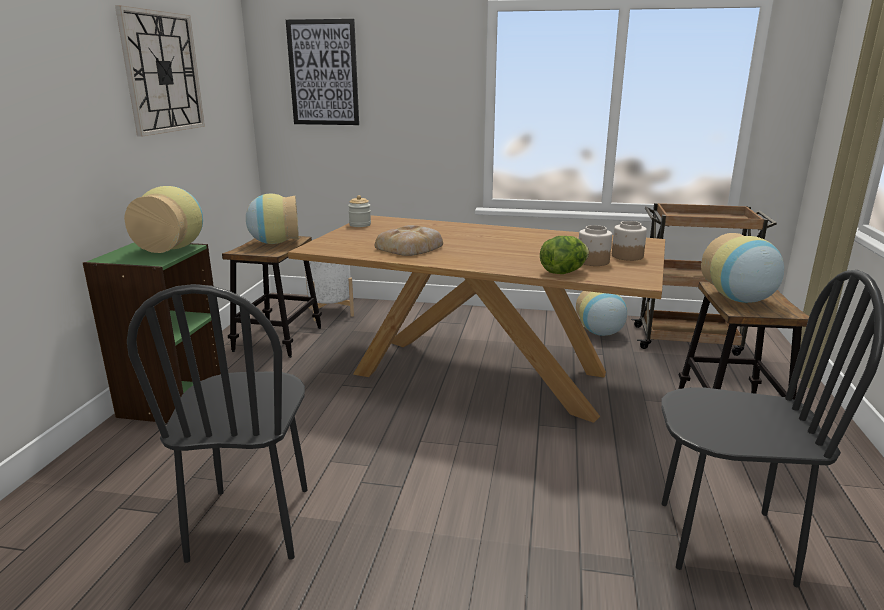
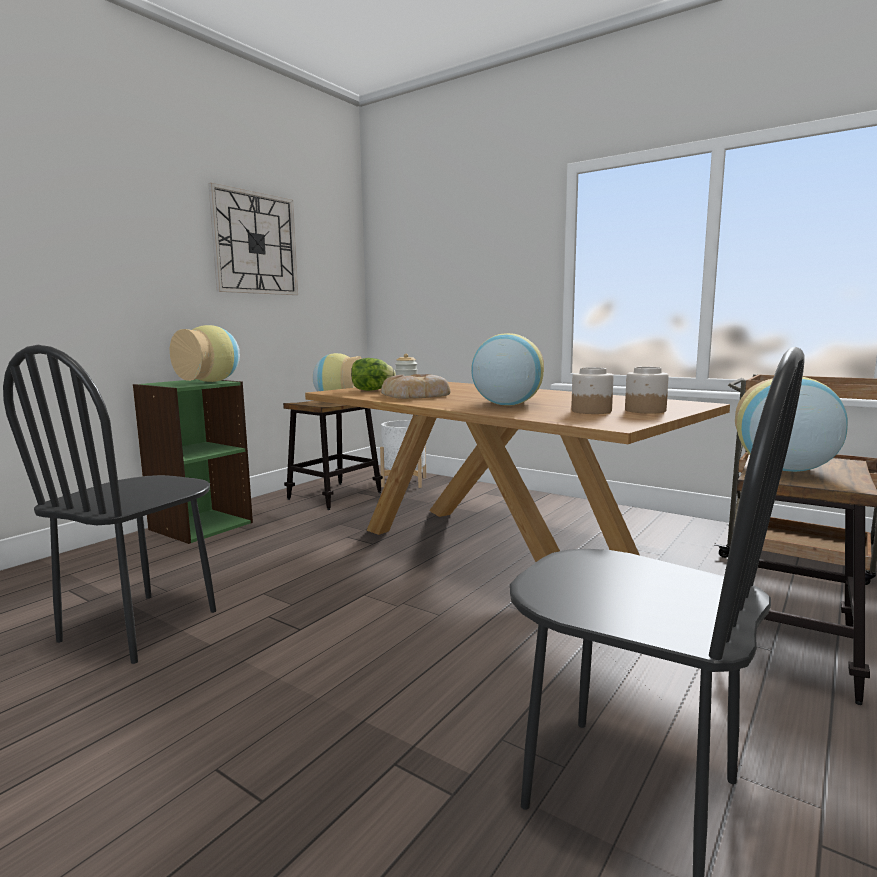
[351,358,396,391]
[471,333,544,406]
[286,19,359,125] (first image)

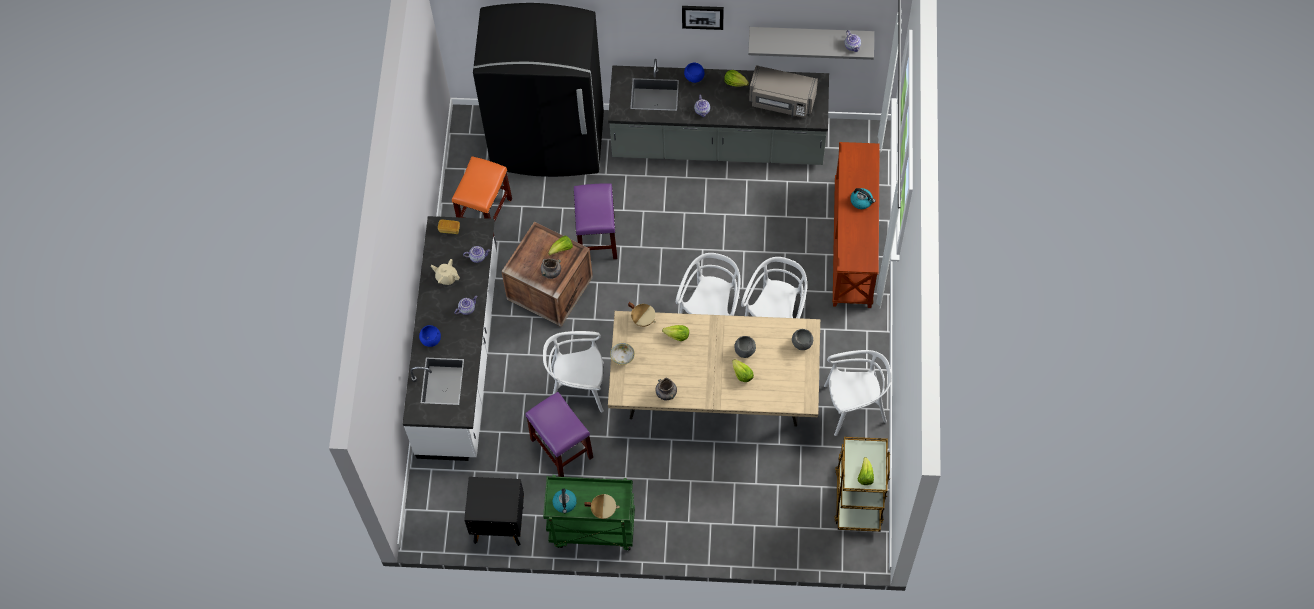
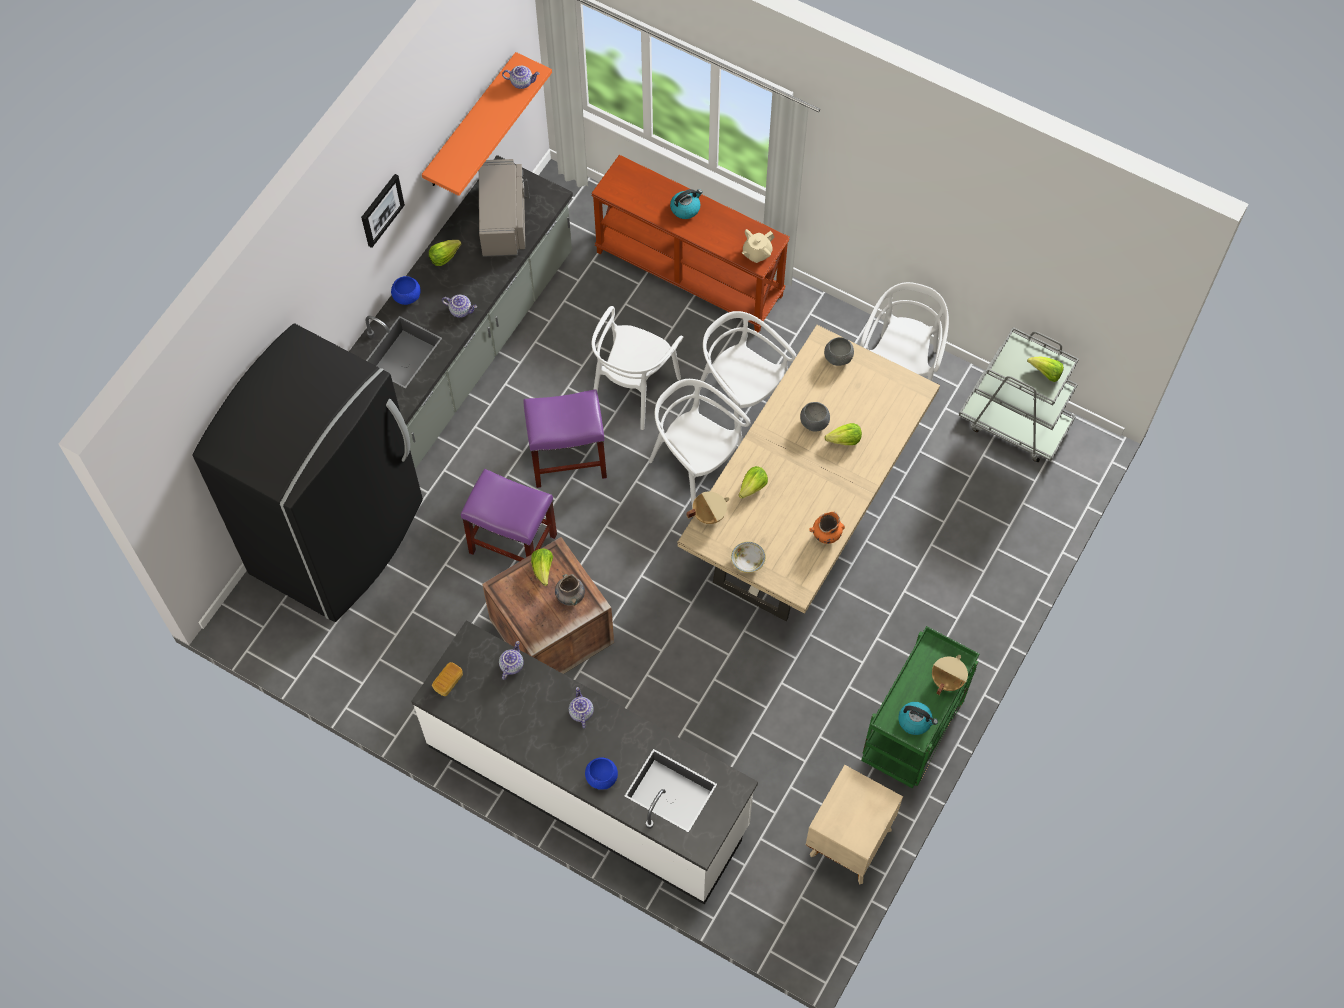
[422,52,552,196]
[479,159,530,257]
[523,389,607,488]
[592,306,683,430]
[742,229,775,263]
[805,765,903,884]
[809,512,845,544]
[959,327,1079,462]
[452,156,512,238] (first image)

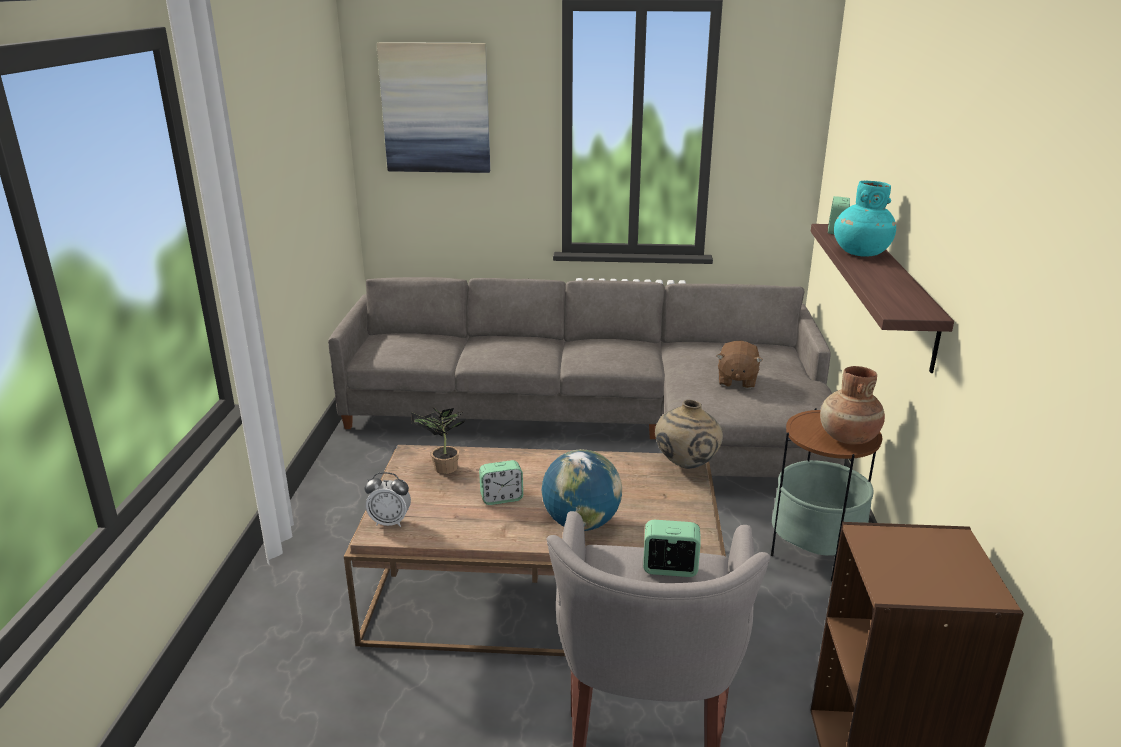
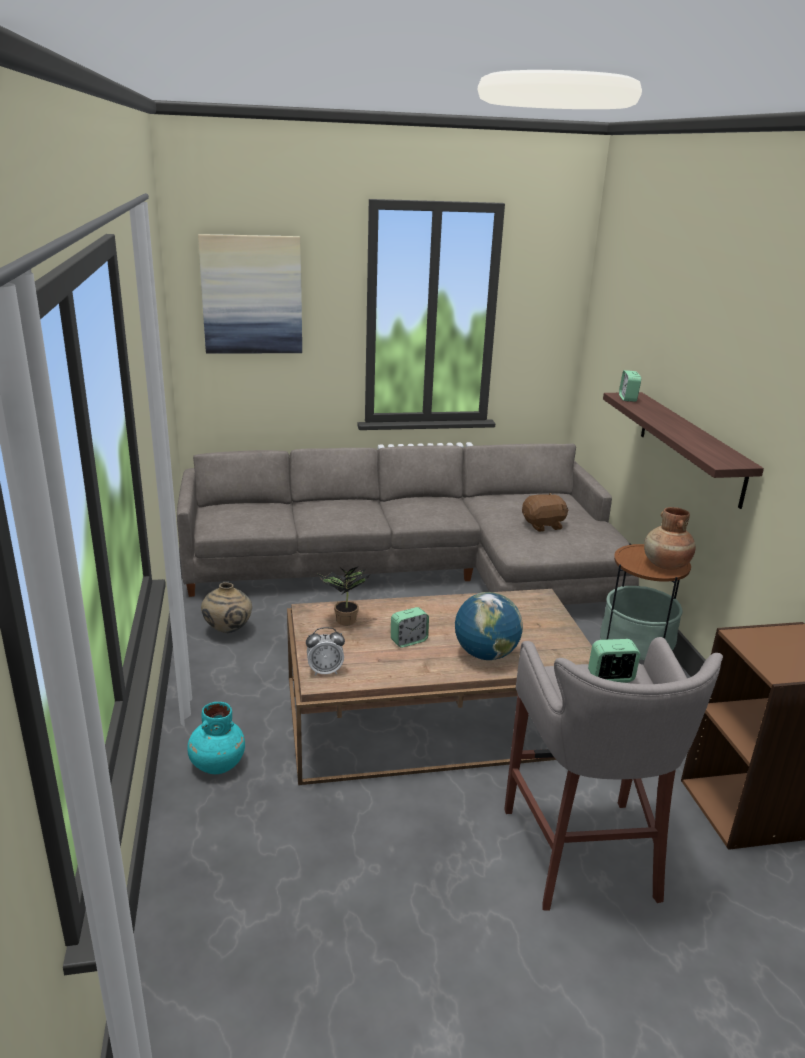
[187,702,245,774]
[201,582,252,633]
[522,493,568,532]

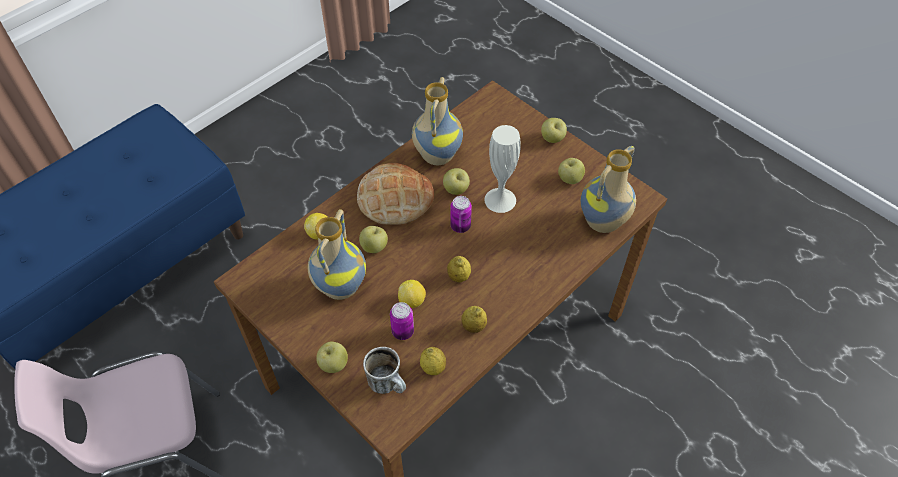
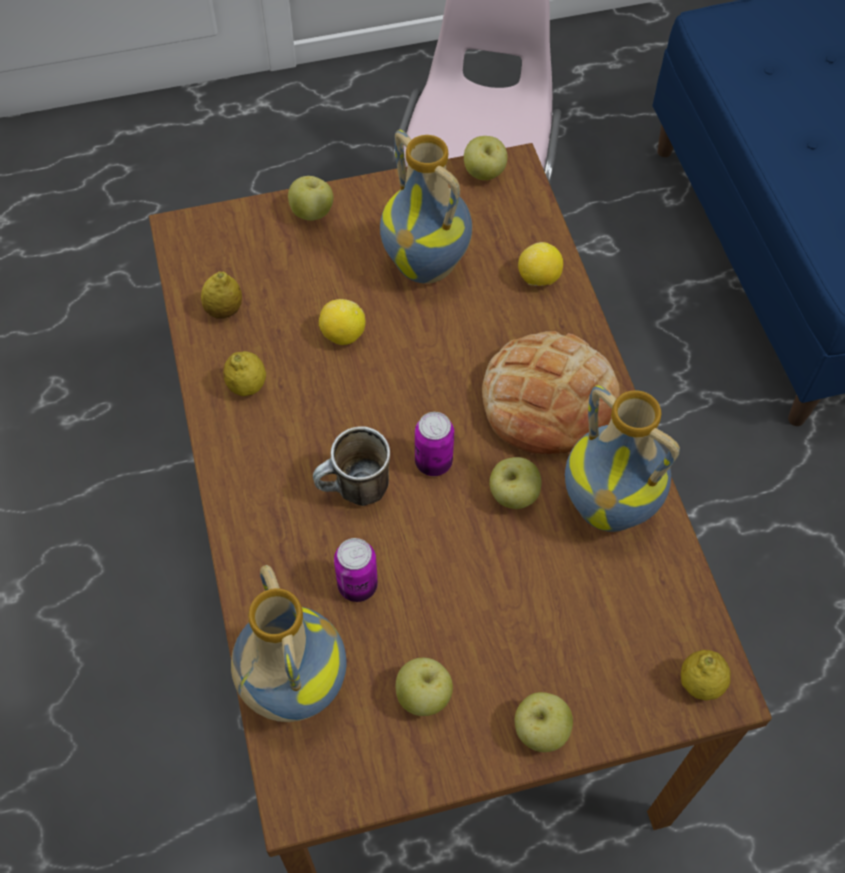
[313,426,390,506]
[334,538,378,602]
[464,136,508,180]
[681,650,731,700]
[484,125,521,213] (first image)

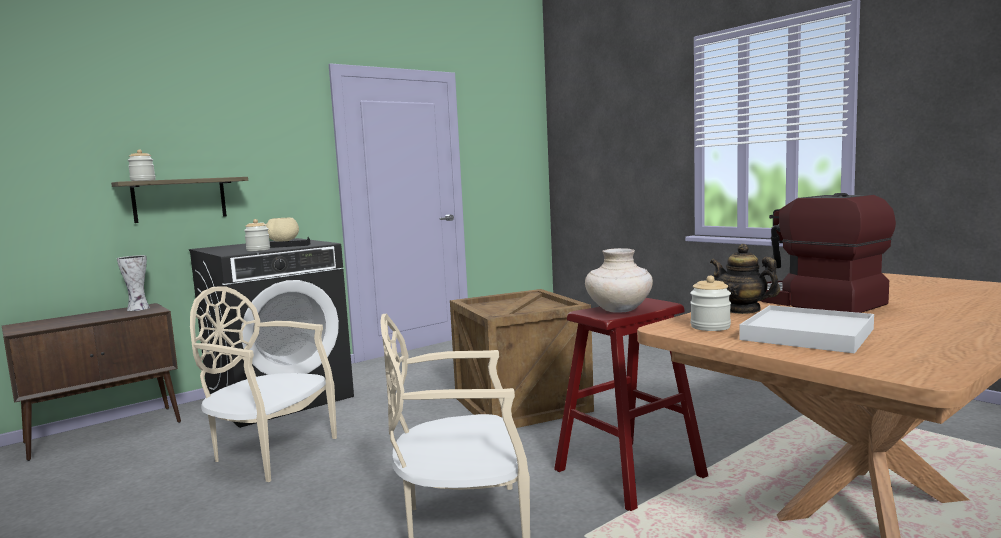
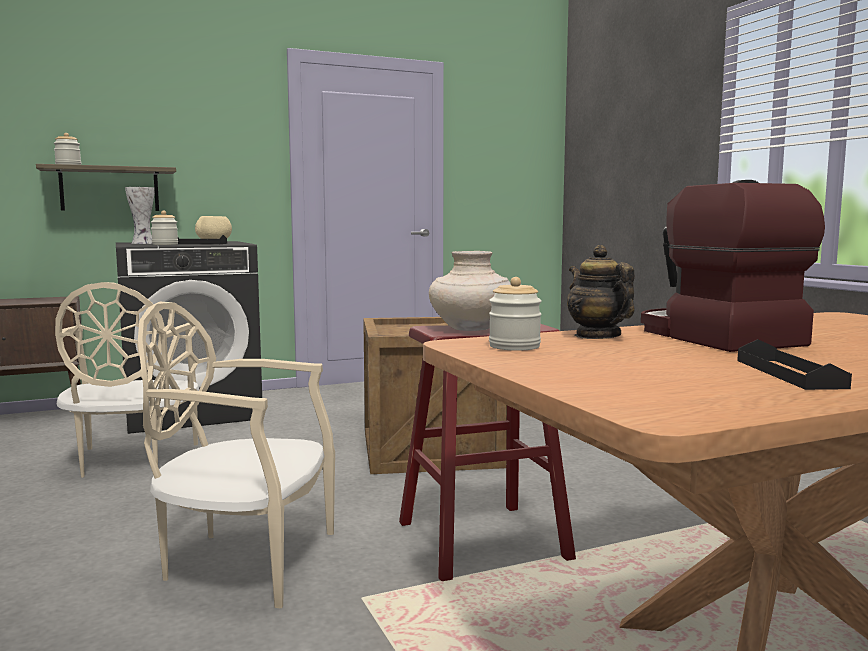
[55,282,199,478]
[125,187,155,244]
[737,339,852,390]
[739,305,874,354] (first image)

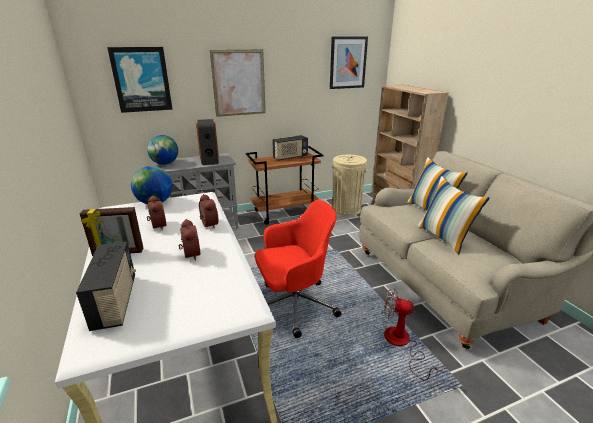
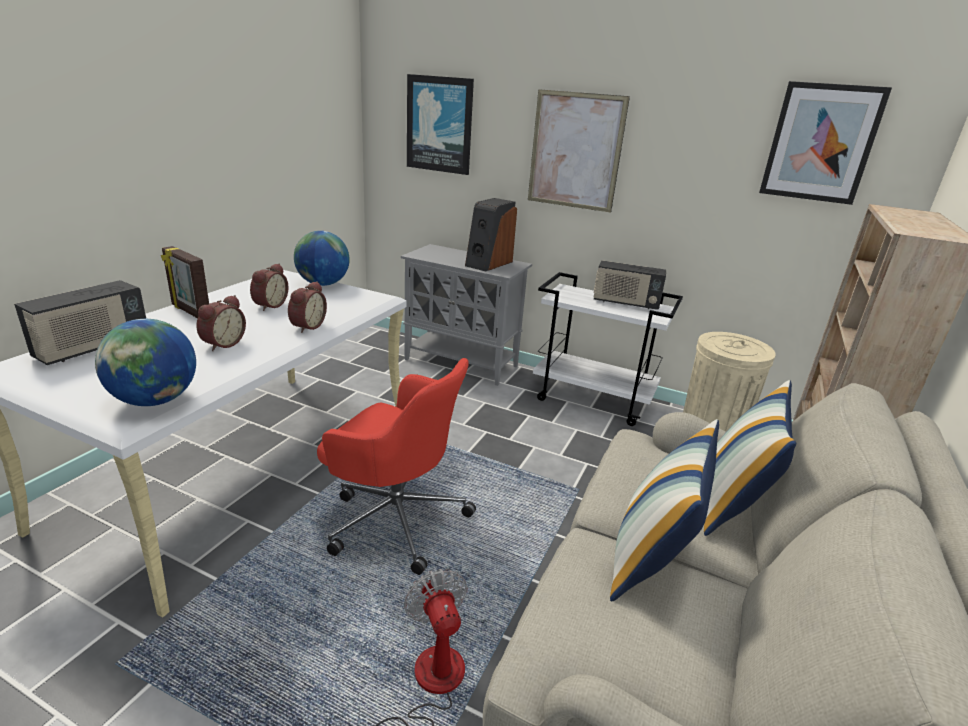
[95,319,196,406]
[533,272,683,426]

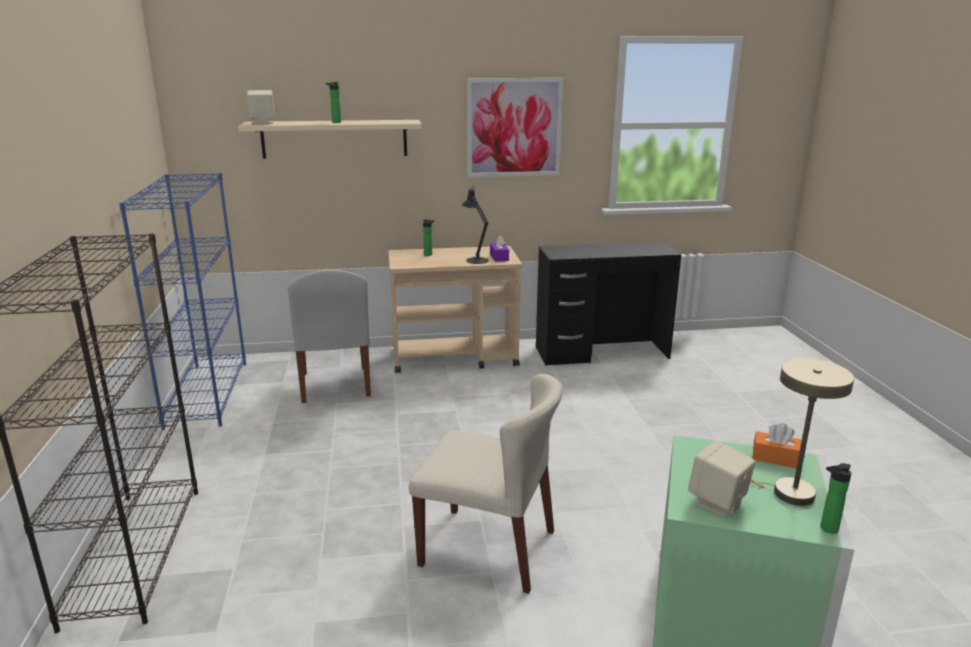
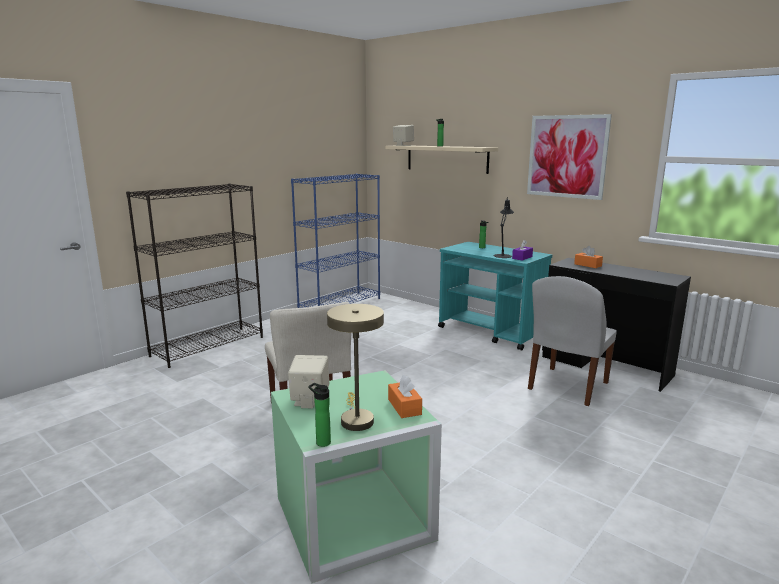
[438,242,552,351]
[528,276,617,406]
[574,246,603,268]

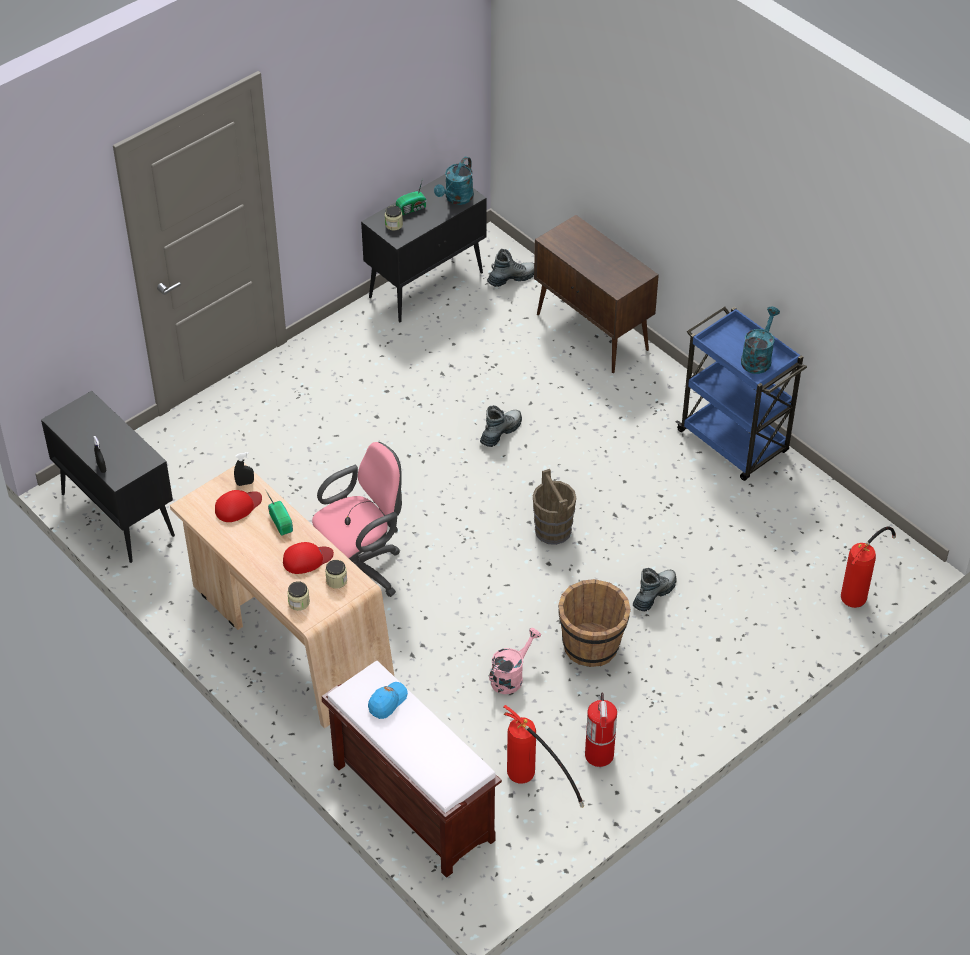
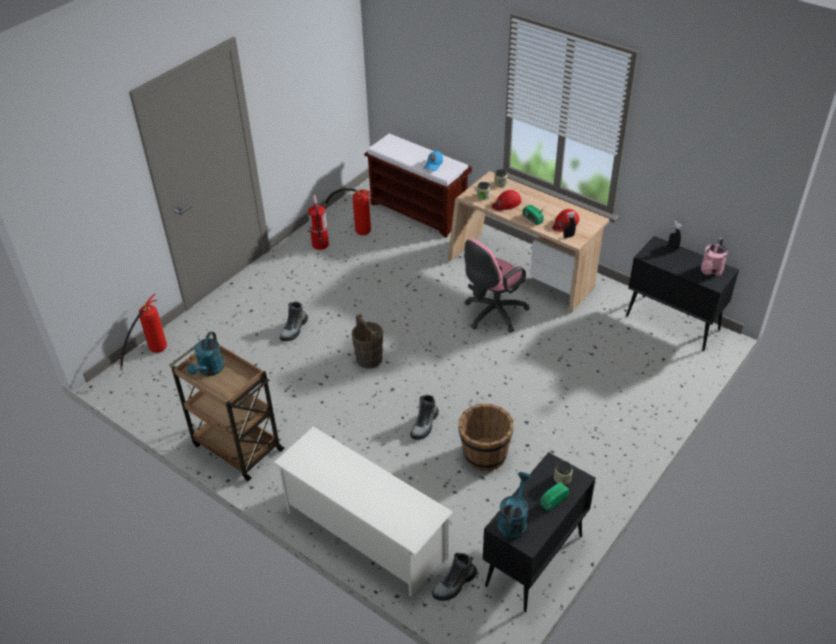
[170,345,285,482]
[273,426,453,597]
[458,404,513,471]
[701,238,728,277]

